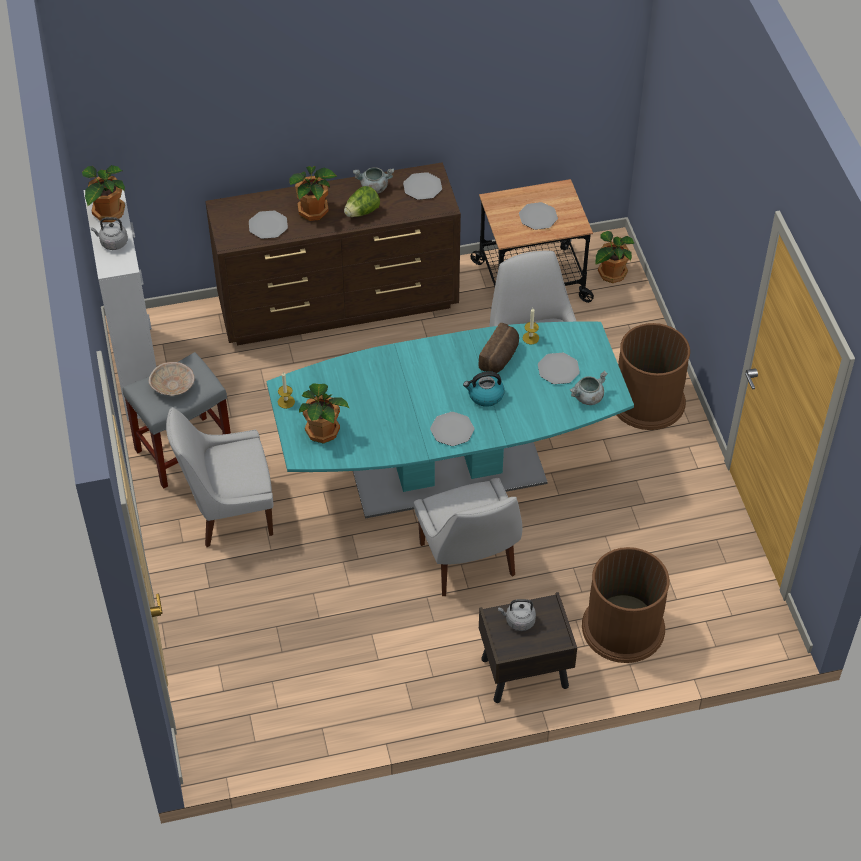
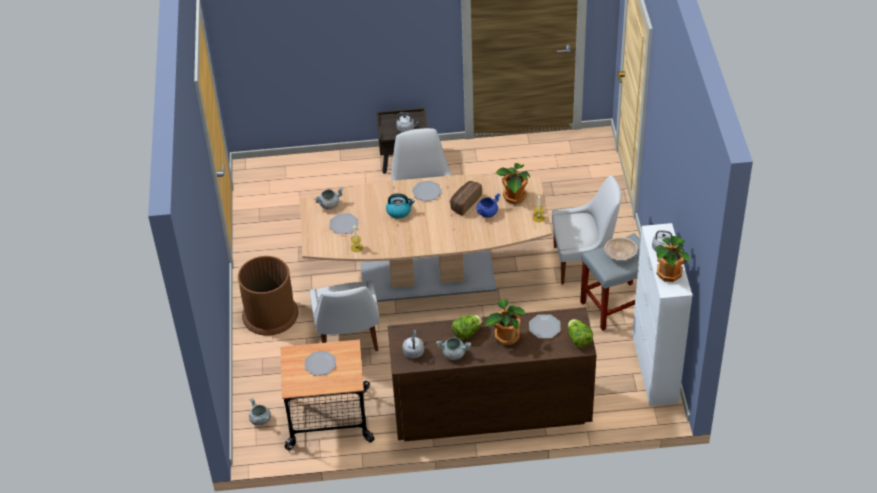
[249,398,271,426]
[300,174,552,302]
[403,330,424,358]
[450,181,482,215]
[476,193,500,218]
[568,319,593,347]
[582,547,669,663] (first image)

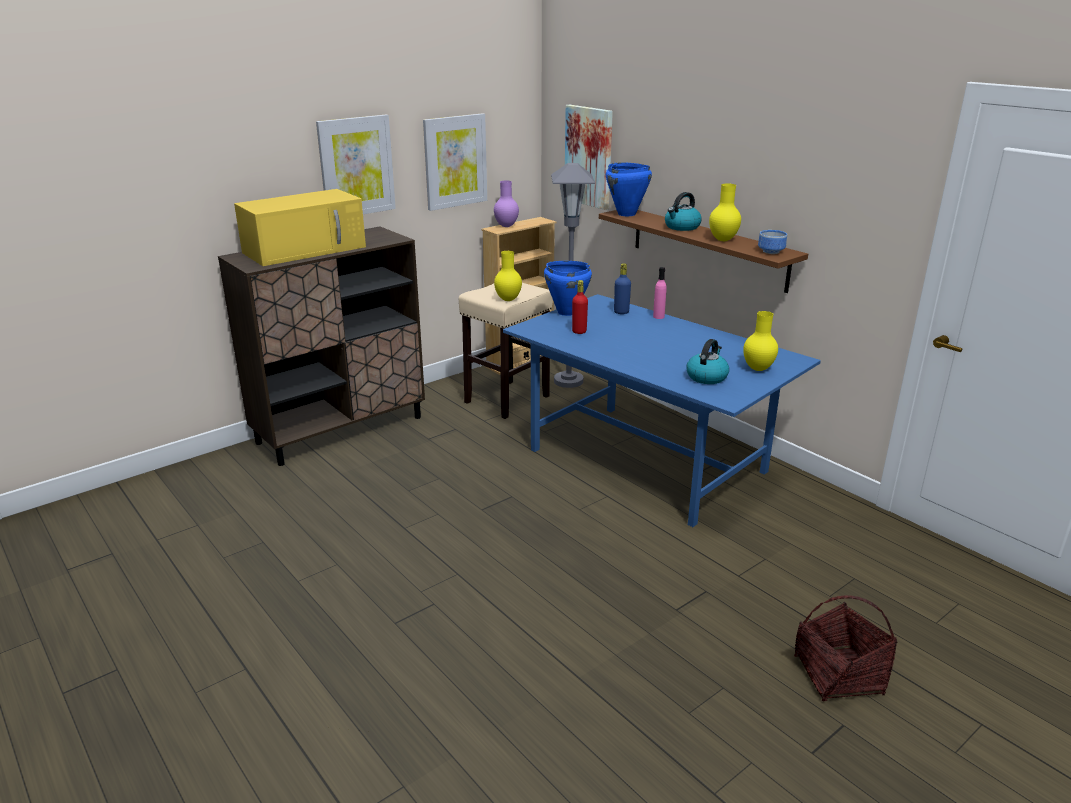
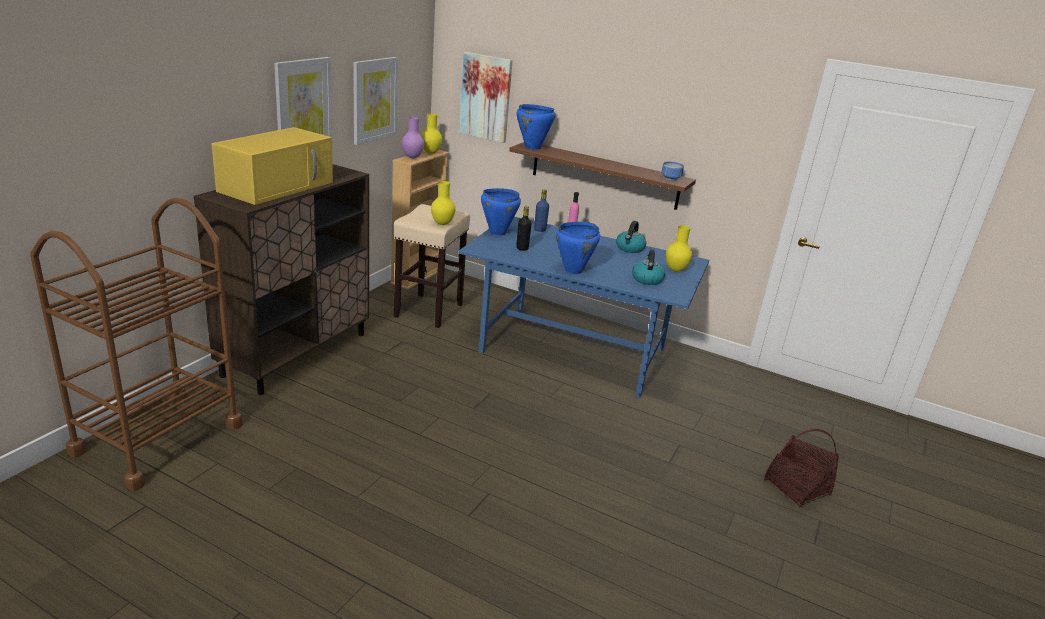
[30,198,243,491]
[421,113,442,154]
[516,206,532,251]
[556,222,600,274]
[616,221,646,253]
[551,163,595,388] (first image)

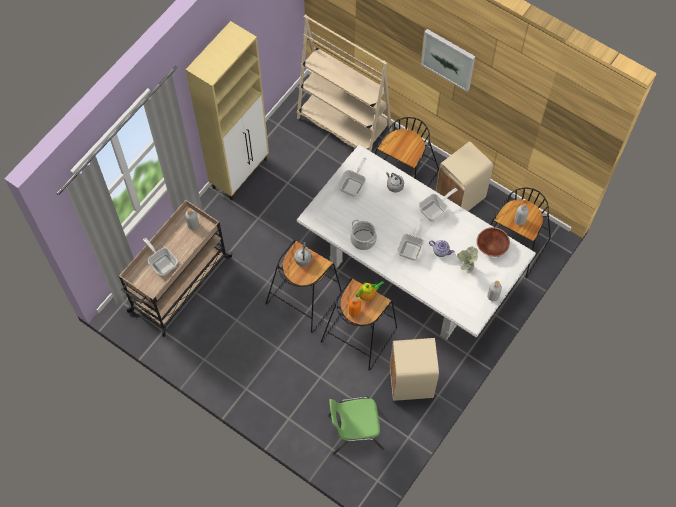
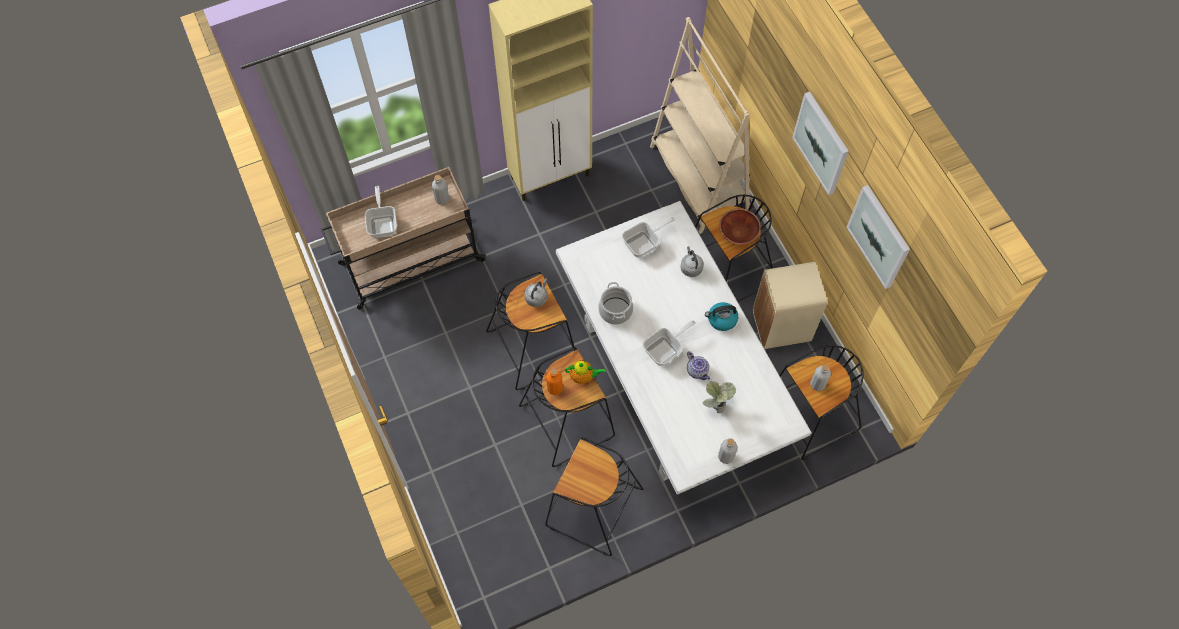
[545,437,643,556]
[705,302,738,331]
[719,209,761,245]
[846,185,910,289]
[328,396,384,455] (first image)

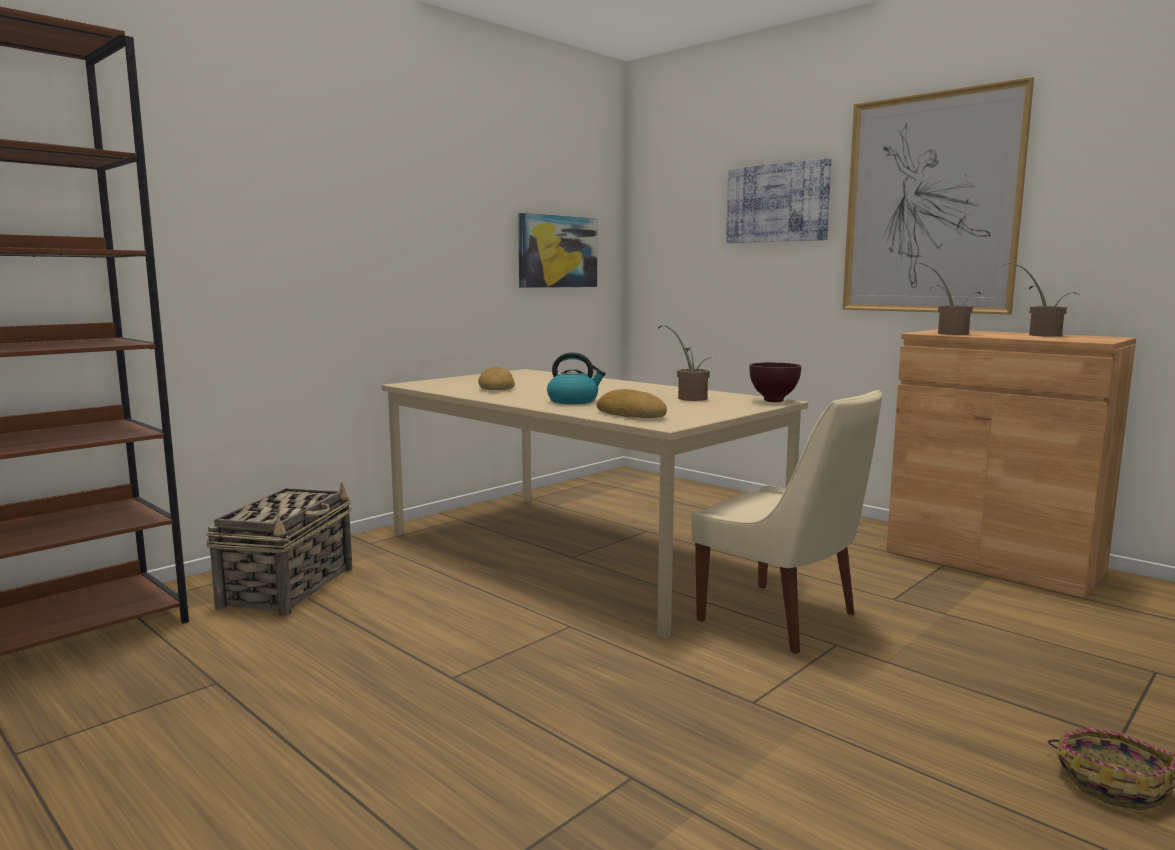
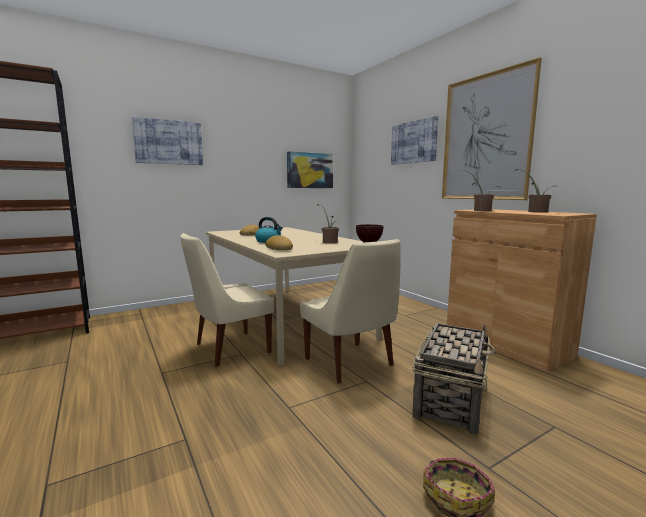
[132,117,203,165]
[180,233,274,367]
[412,323,495,435]

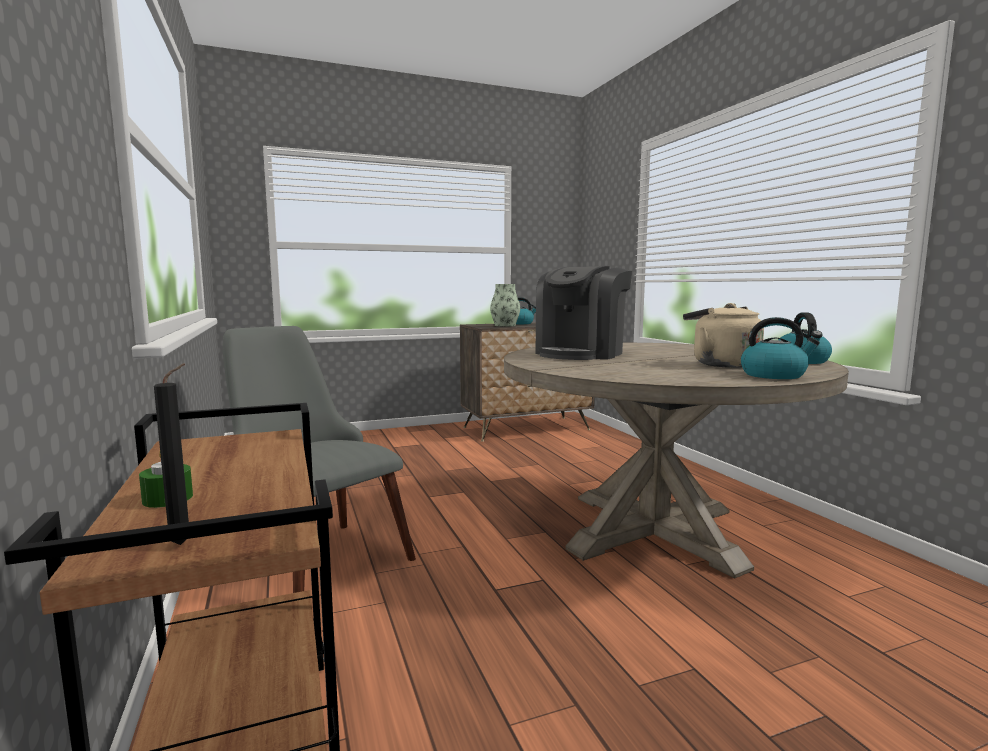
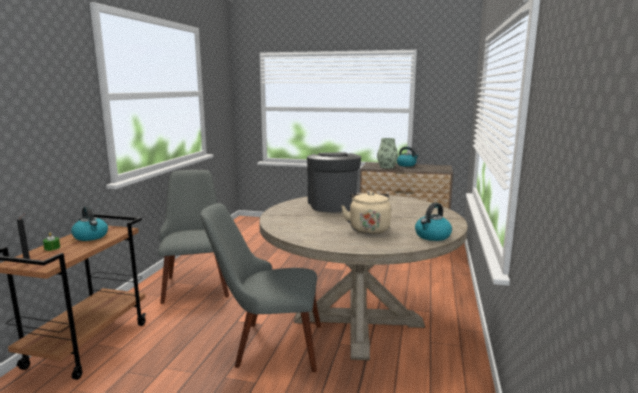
[71,206,108,241]
[200,203,321,372]
[307,152,361,212]

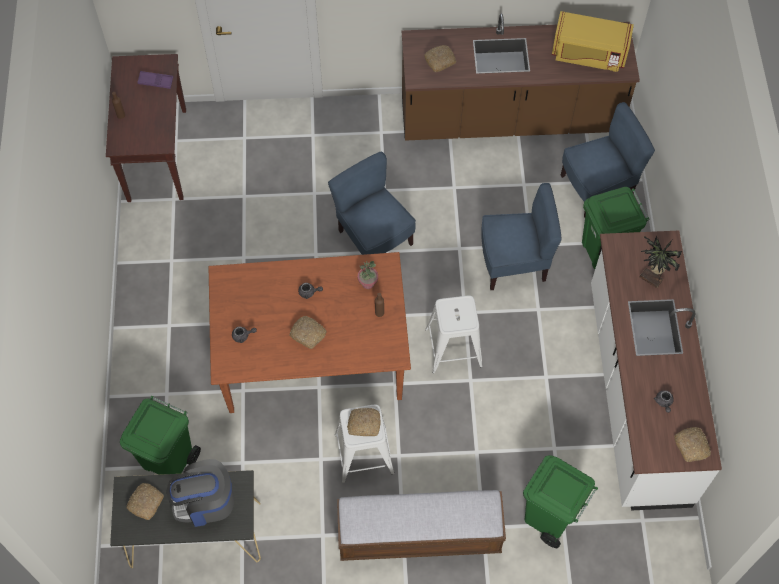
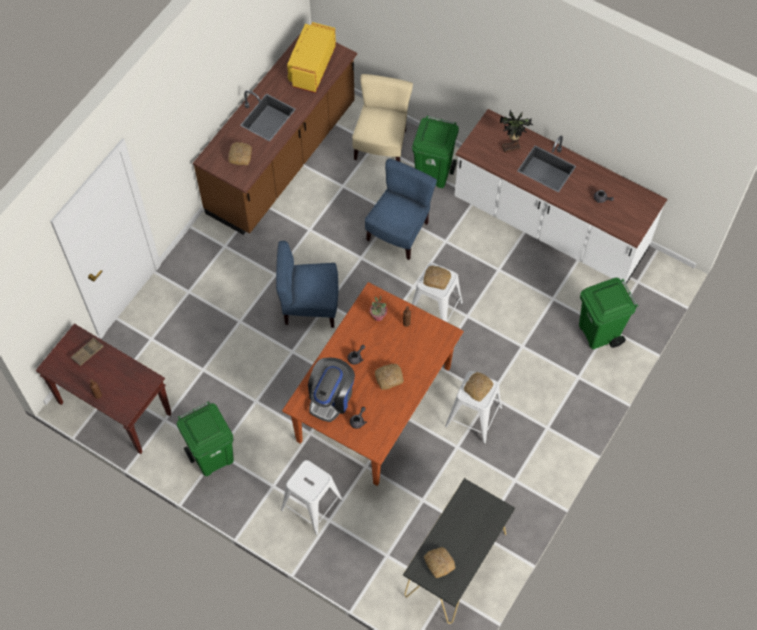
[71,338,104,366]
[177,401,234,476]
[281,460,344,535]
[287,22,336,93]
[308,358,355,422]
[352,74,413,162]
[423,266,451,290]
[337,490,506,561] (first image)

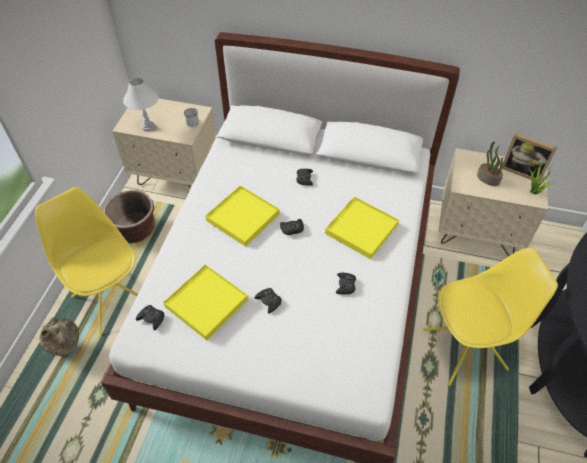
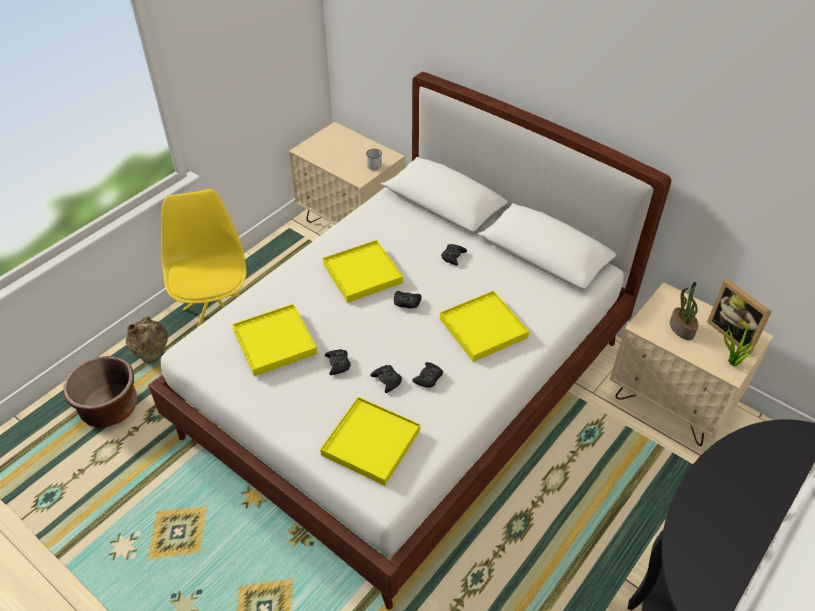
[64,356,137,428]
[320,397,420,486]
[370,365,402,393]
[123,77,158,131] (first image)
[423,248,558,386] (first image)

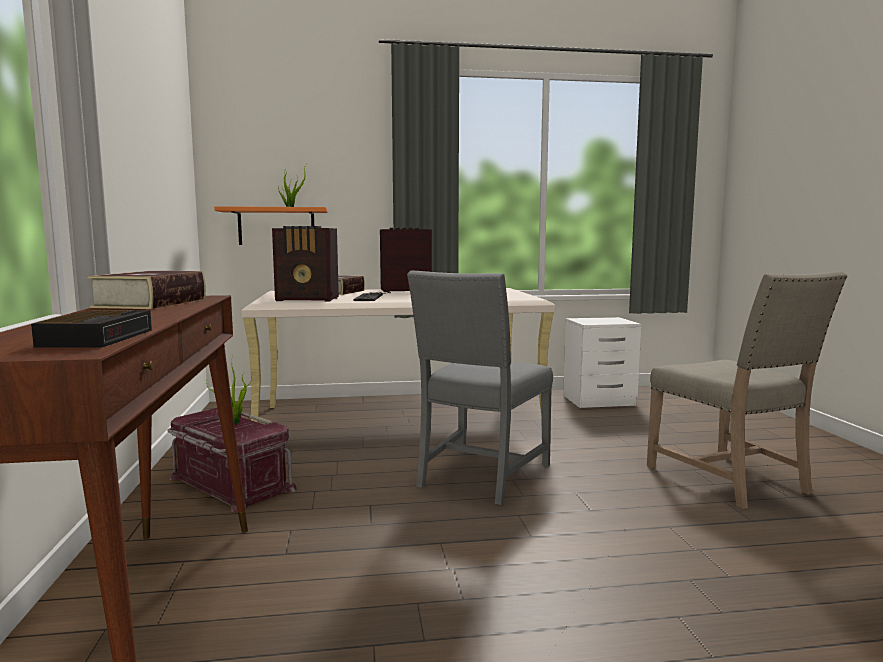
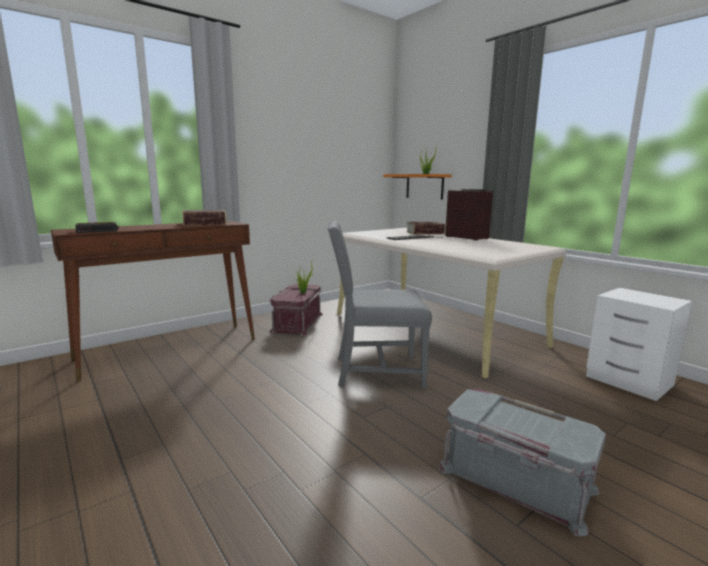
[438,389,606,537]
[272,226,339,302] (first image)

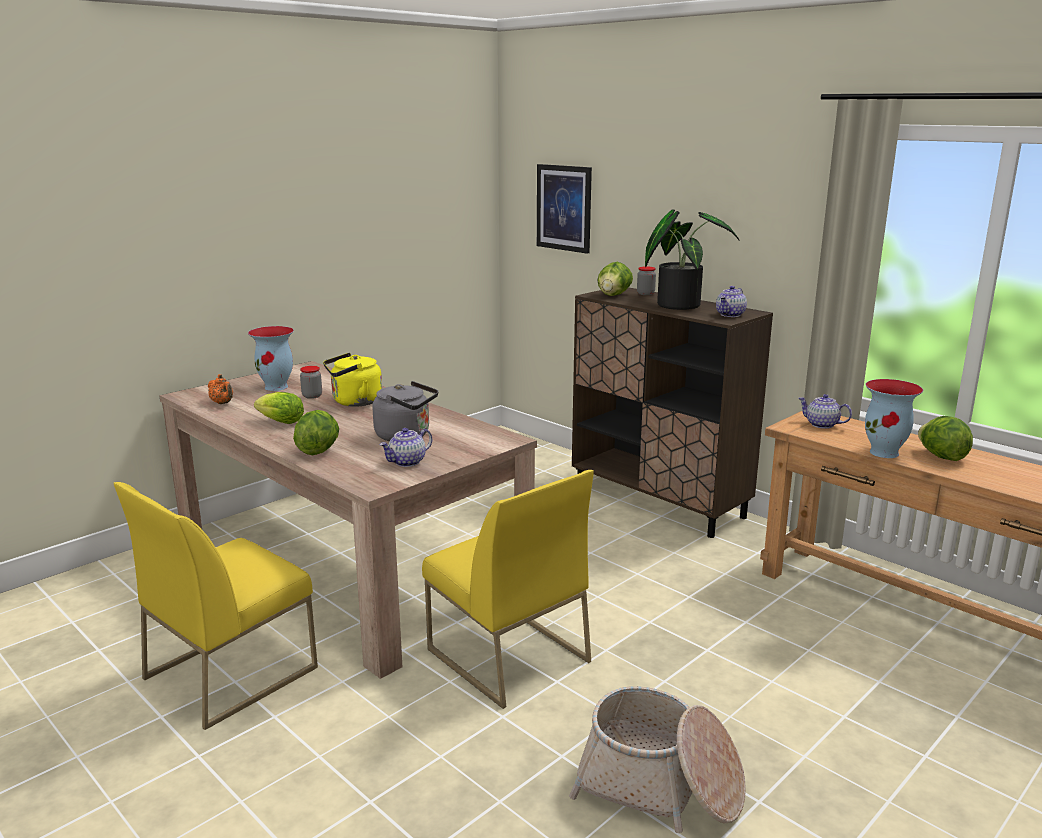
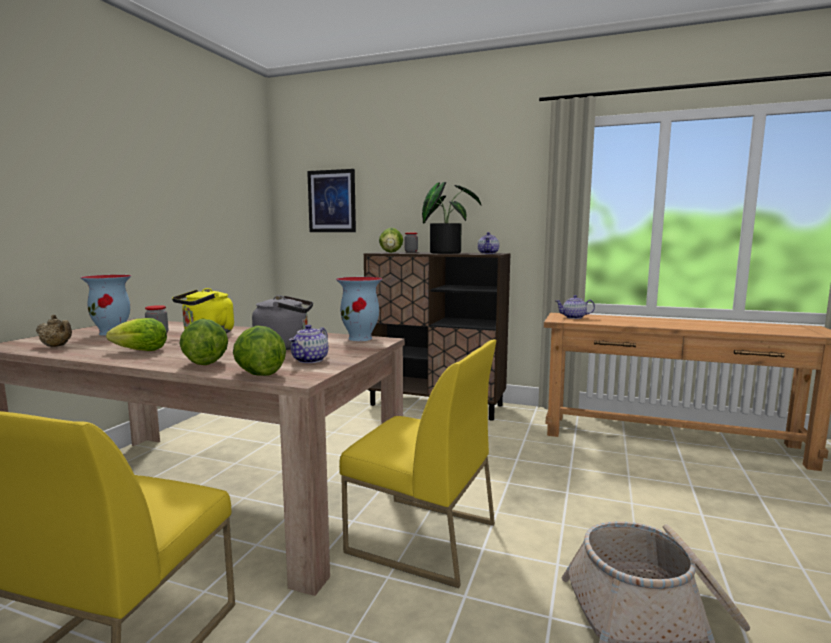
[36,315,72,347]
[233,326,286,376]
[336,277,382,341]

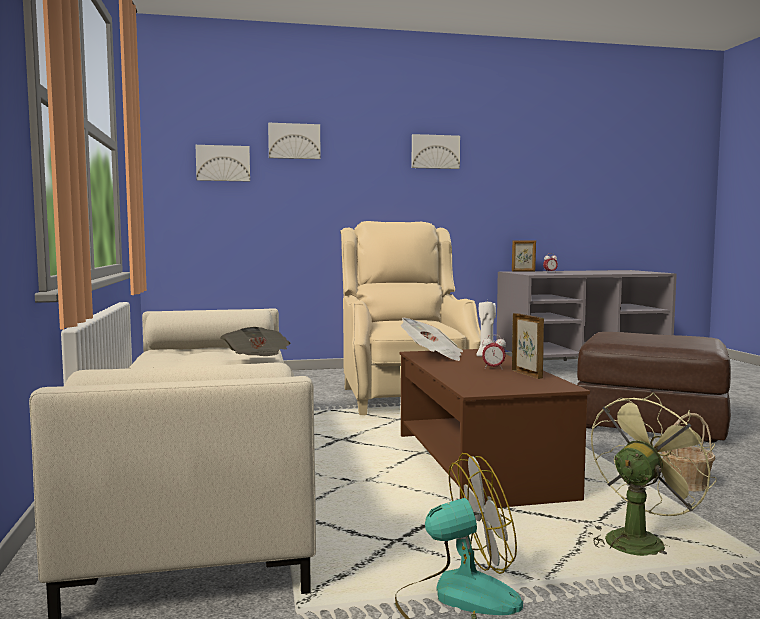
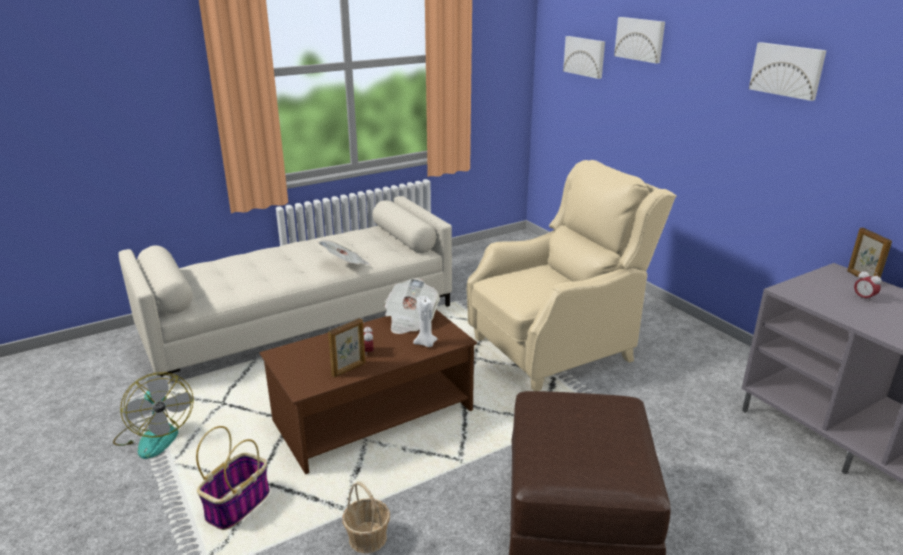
[196,426,270,530]

